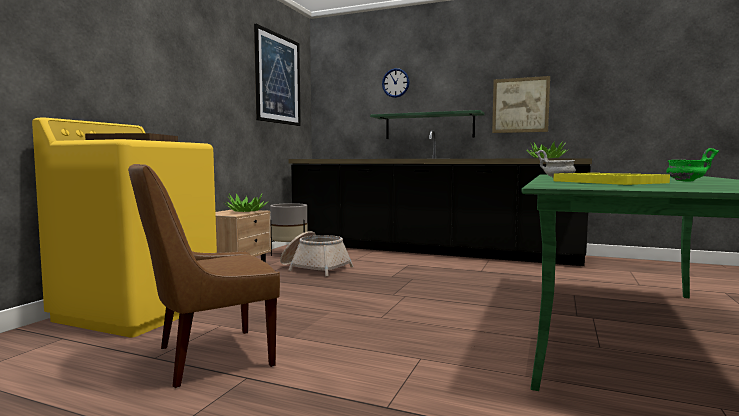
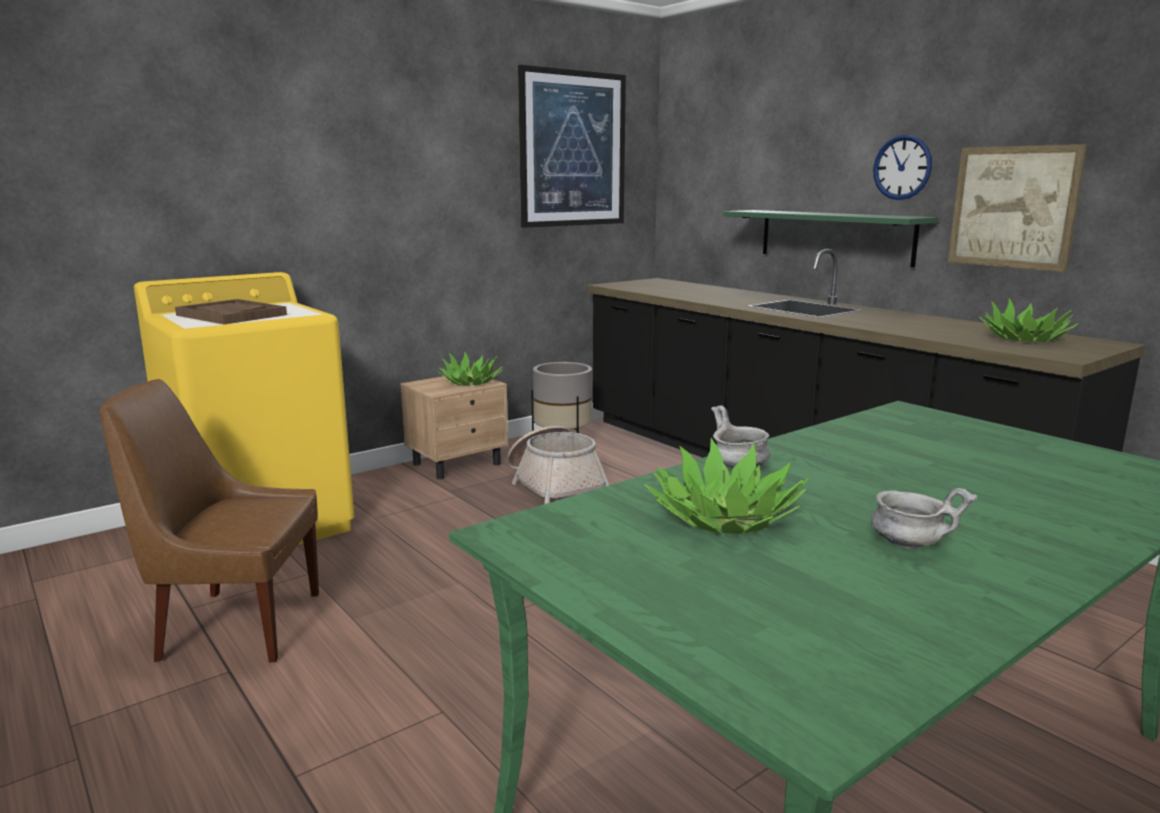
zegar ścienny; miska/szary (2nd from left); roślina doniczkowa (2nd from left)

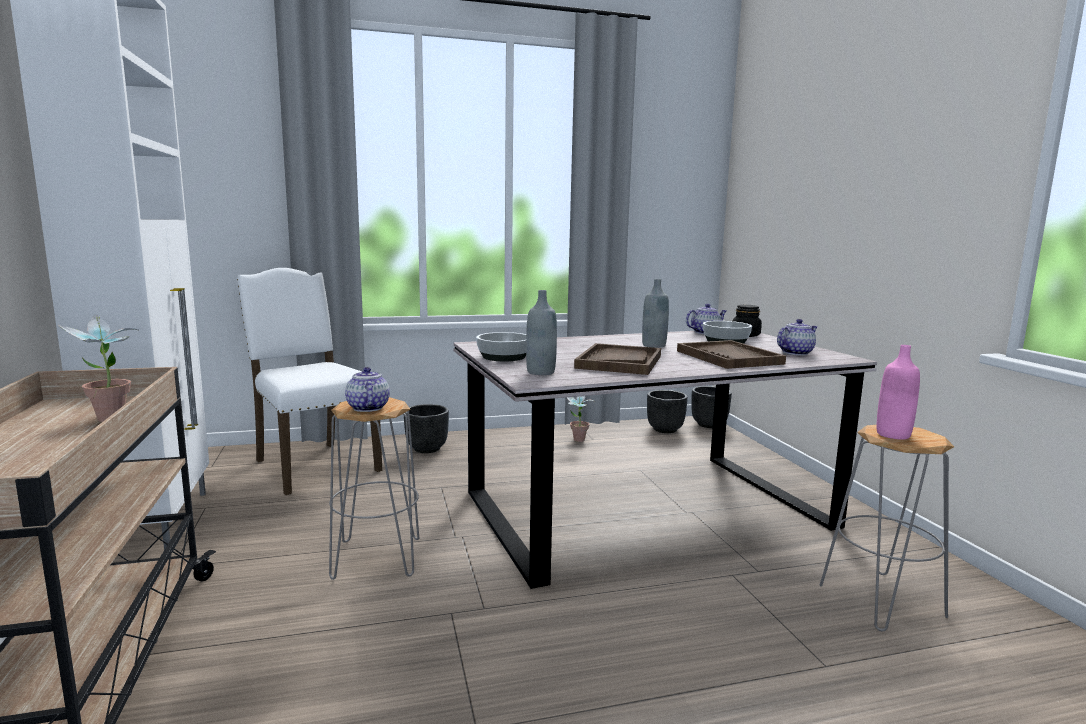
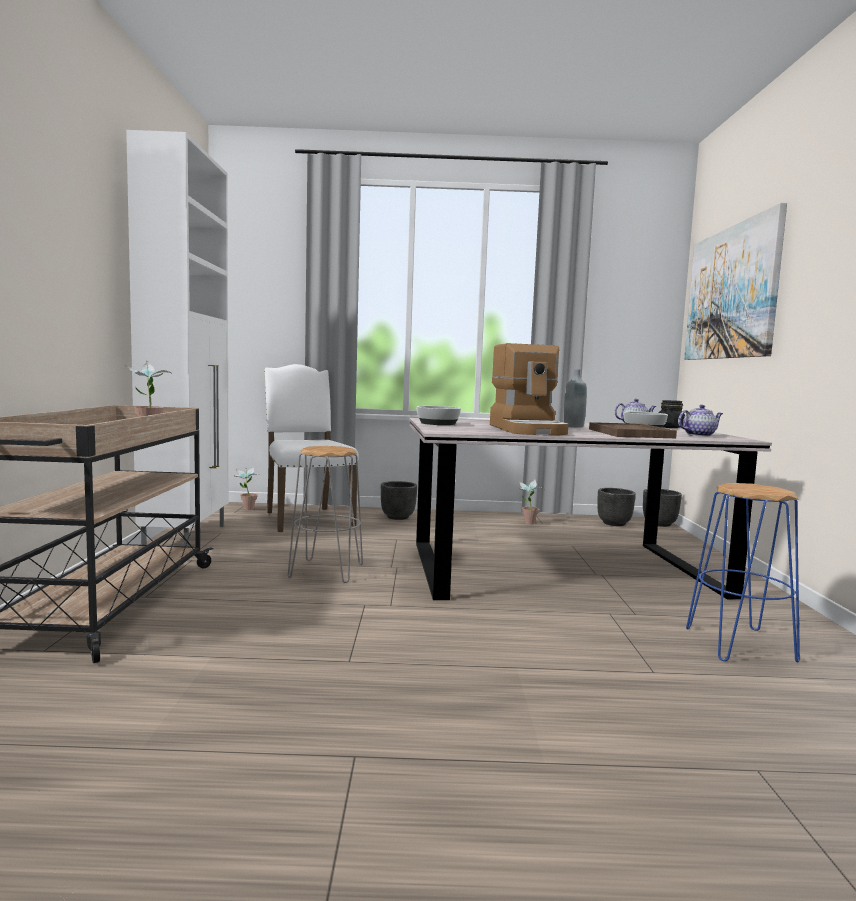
butelka/szary (1st from left in the first image); ekspres do kawy; butelka/różowy; imbryk (1st from left in the first image); stołek/niebieski; obraz; roślina doniczkowa (2nd from left)

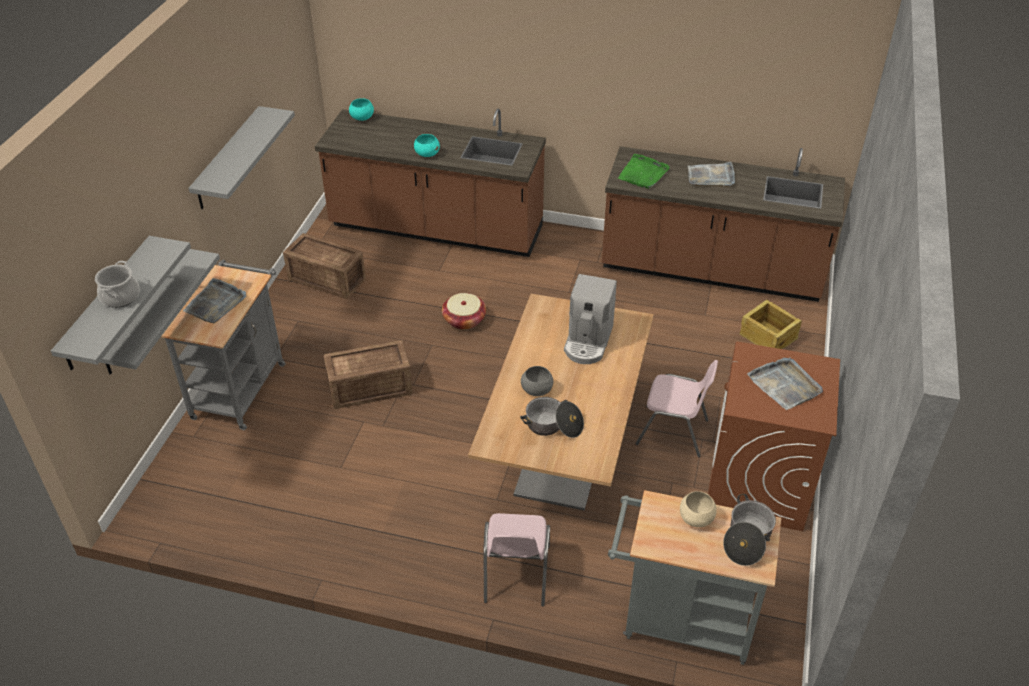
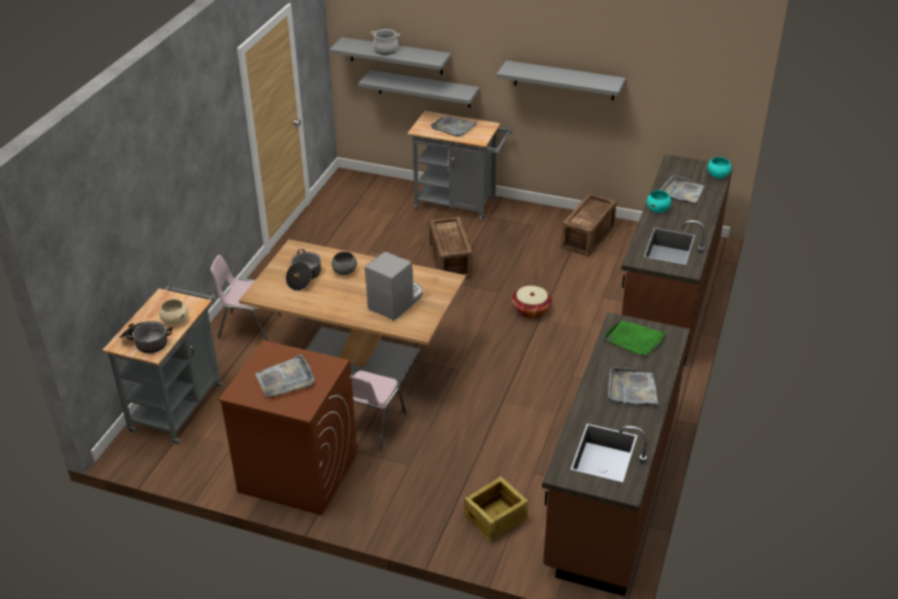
ekspres do kawy; taca/szary (4th from left)

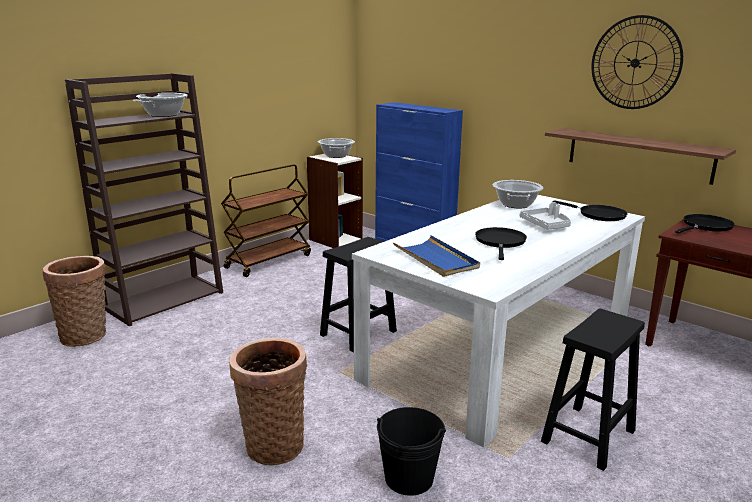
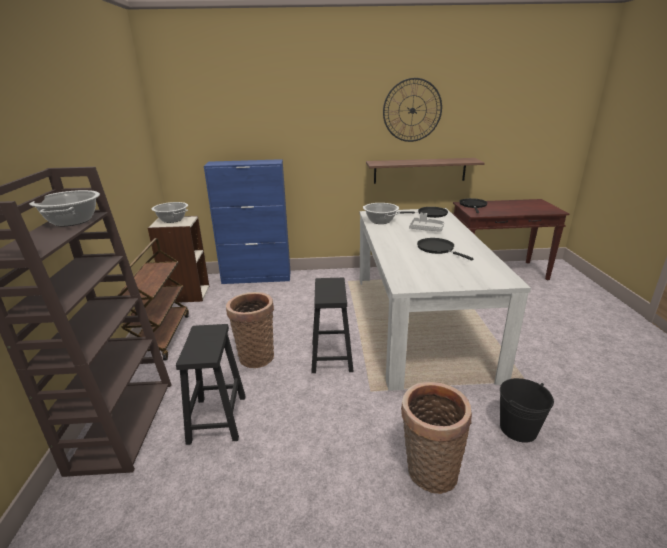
taca/niebieski; koszyk (1st from left); stołek/czarny (1st from left)

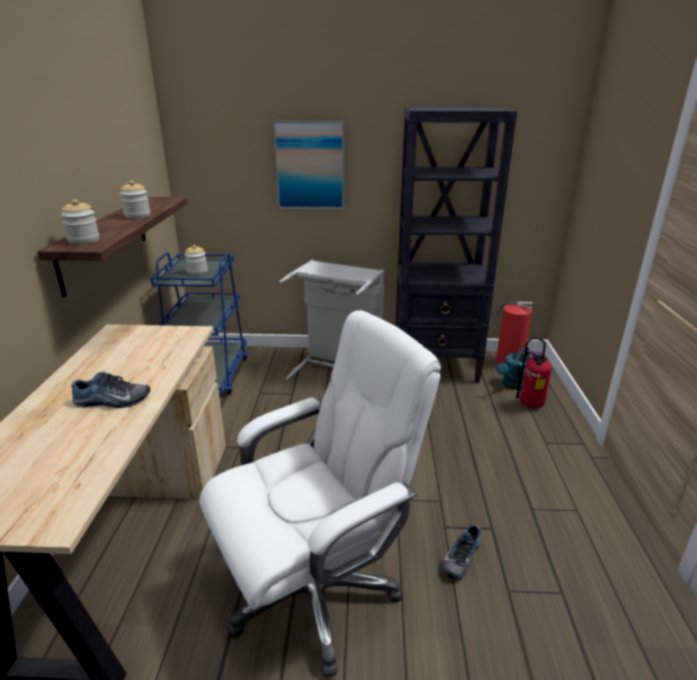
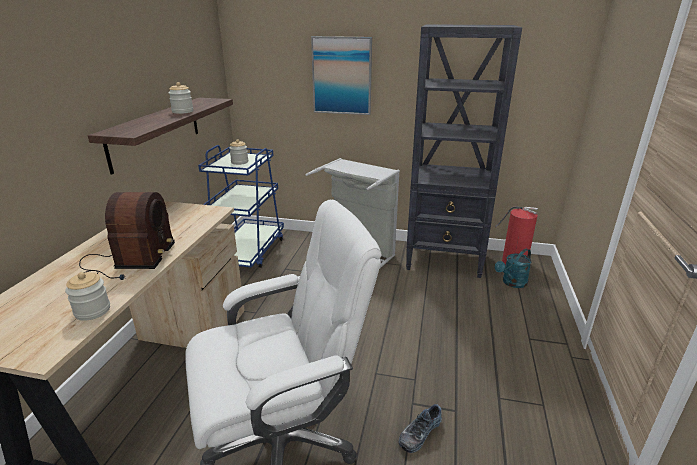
słoik (1st from left); gaśnica (2nd from left in the first image); radio

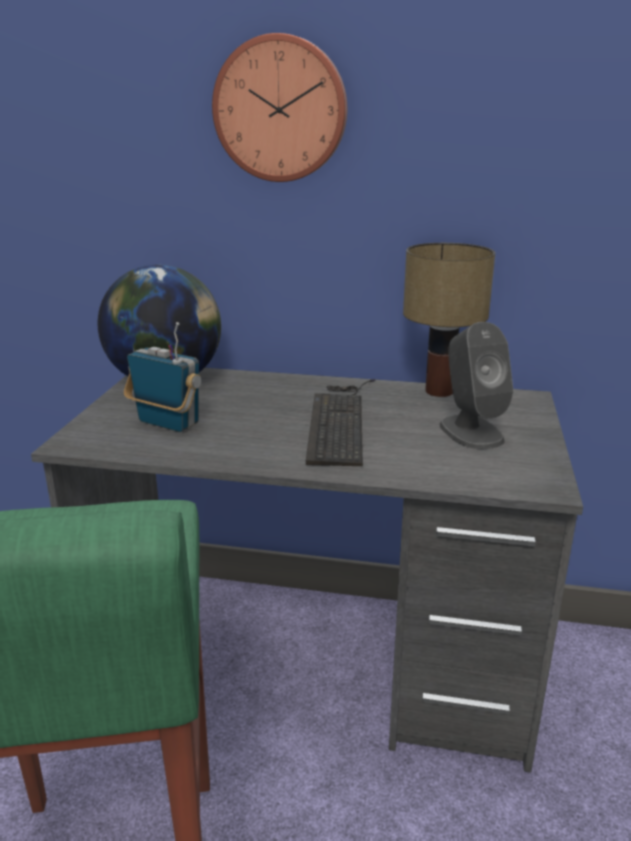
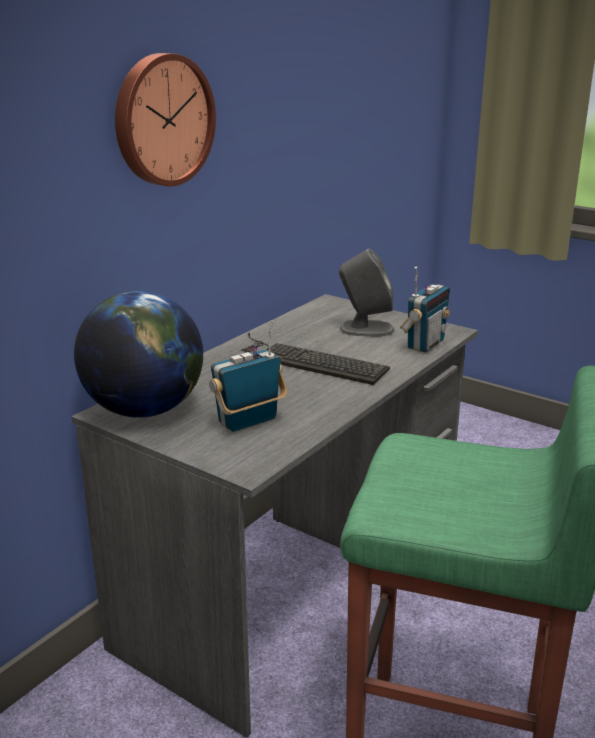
lampa stołowa; radio (2nd from left)

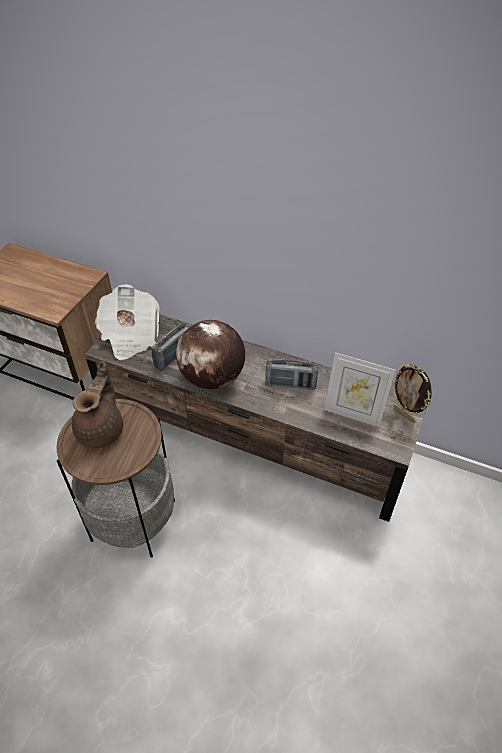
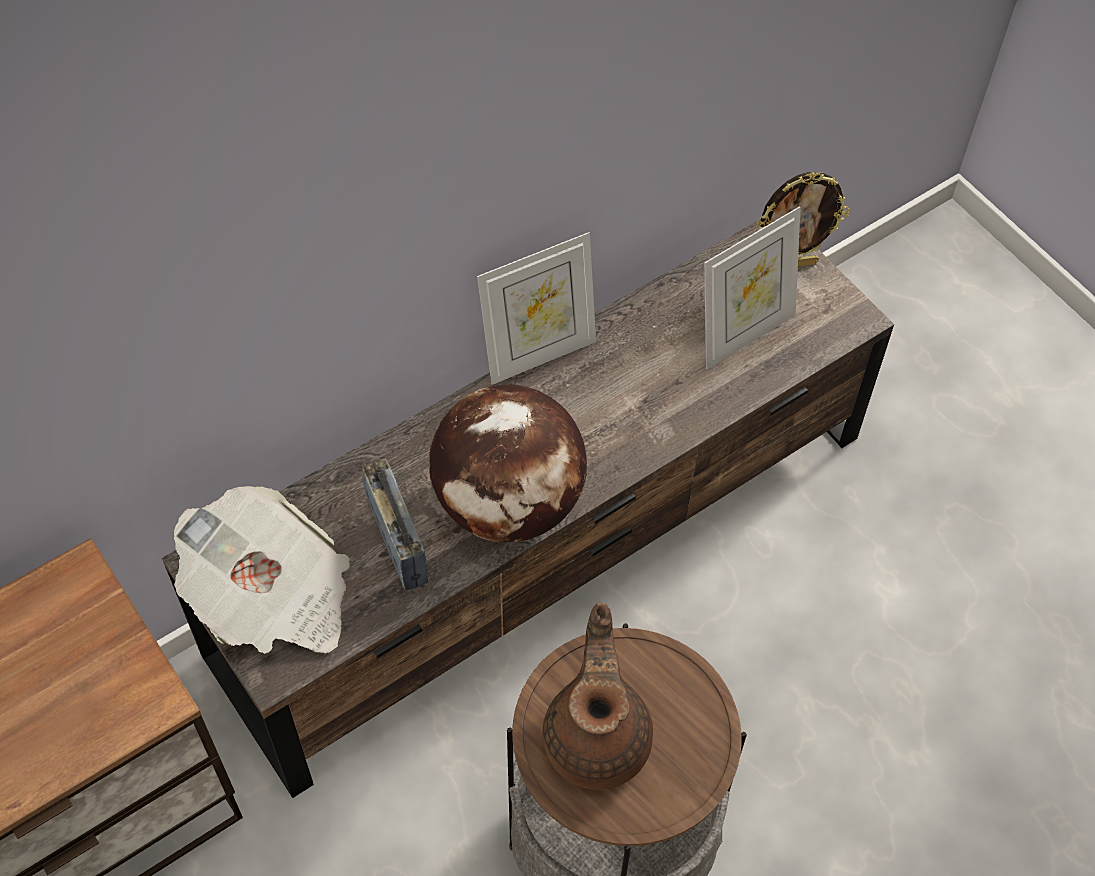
radio (2nd from left in the first image); imbryk/brązowy; ramka na zdjęcie (1st from left)

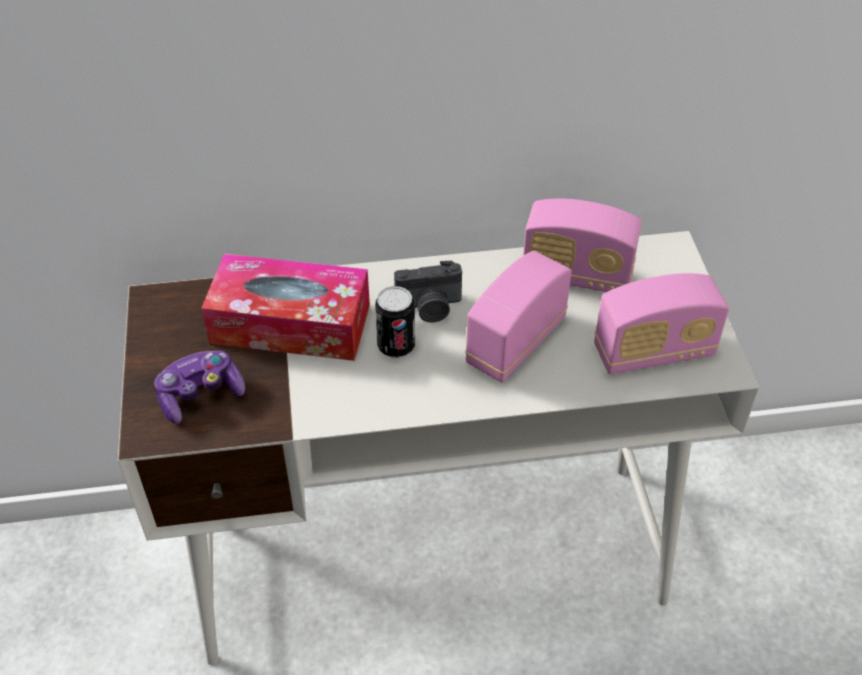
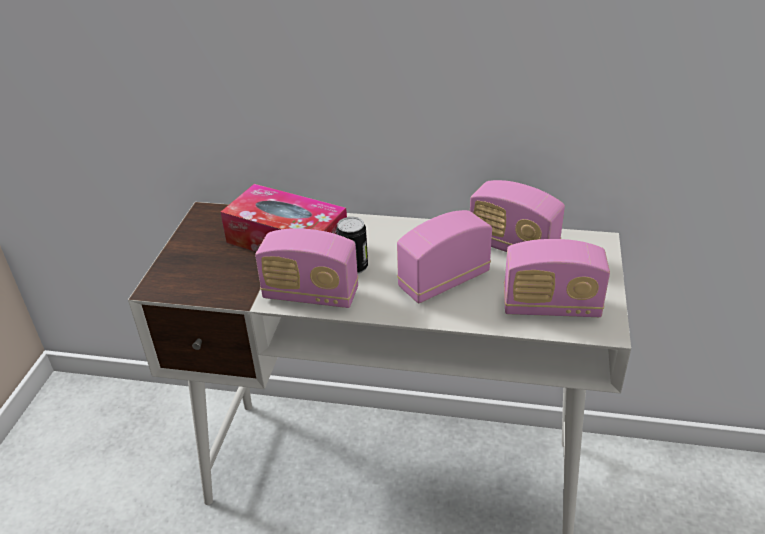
aparat fotograficzny; pad do gier; radio (1st from left)

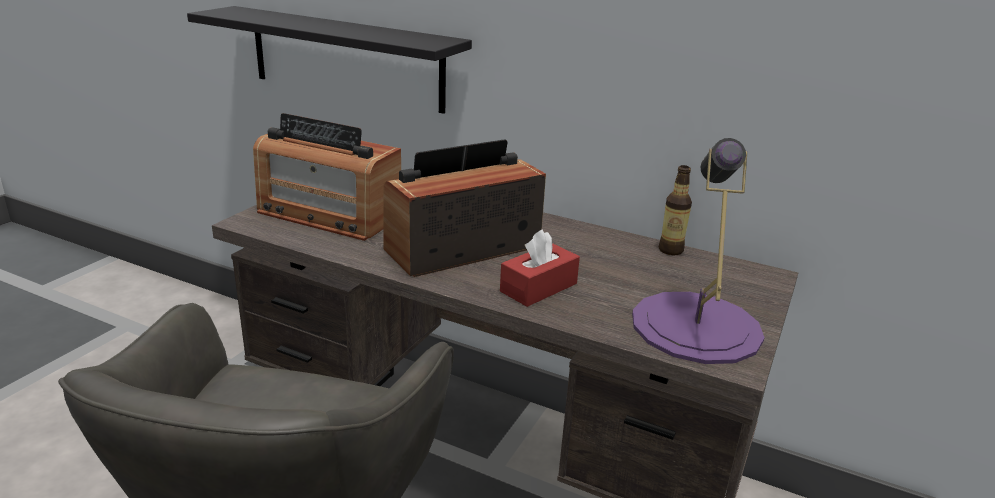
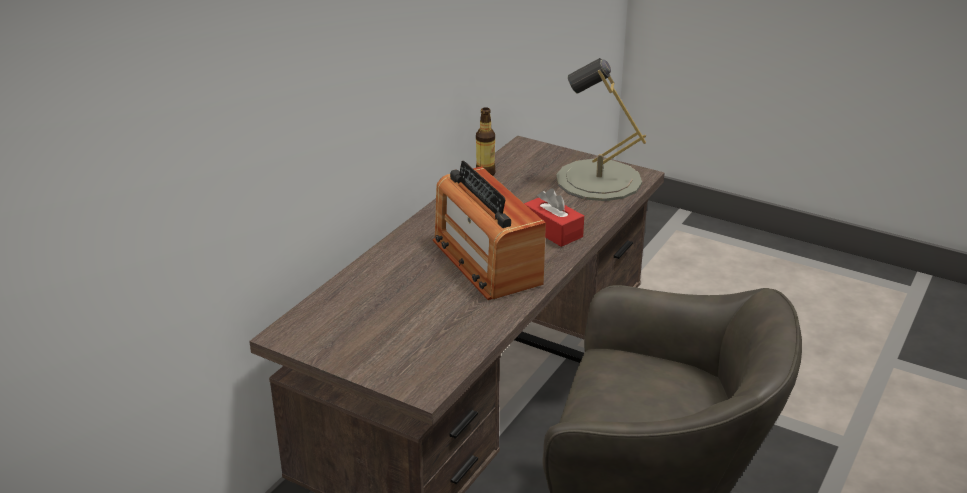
półka/czarny; radio (1st from left in the first image); lampa stołowa/szary

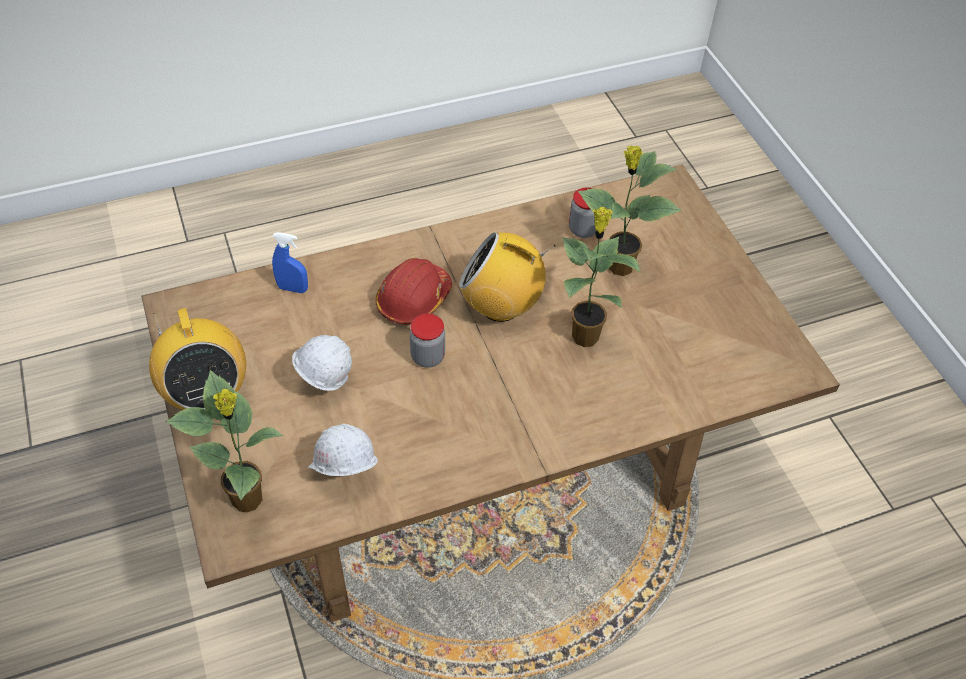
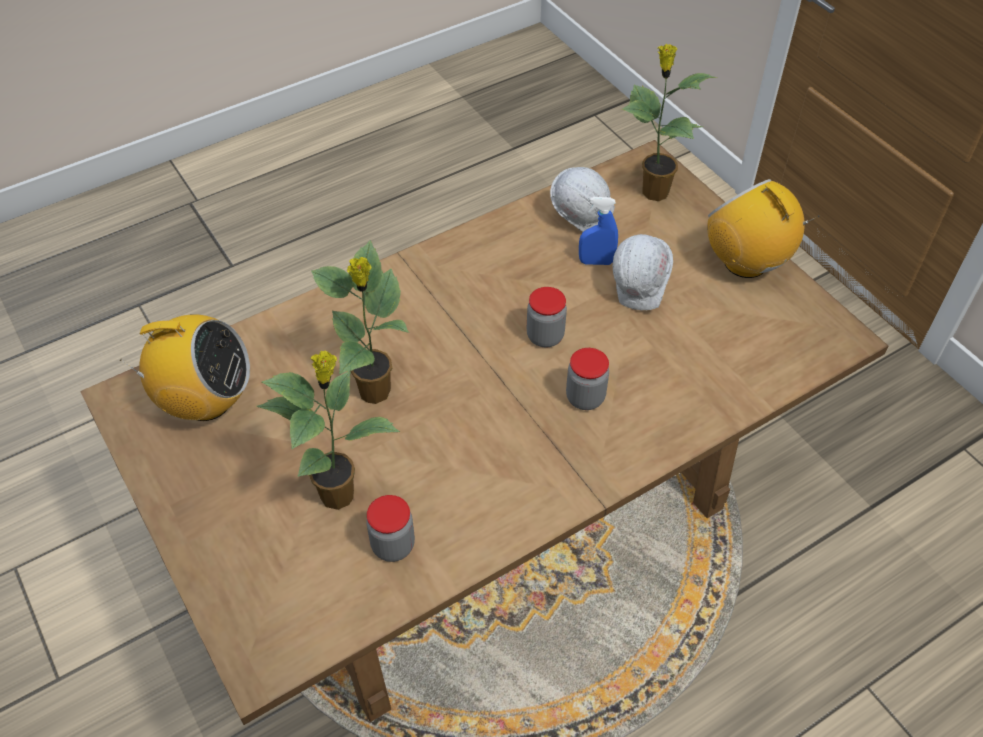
spryskiwacz/niebieski; radio (1st from left); słoik (3rd from left)

